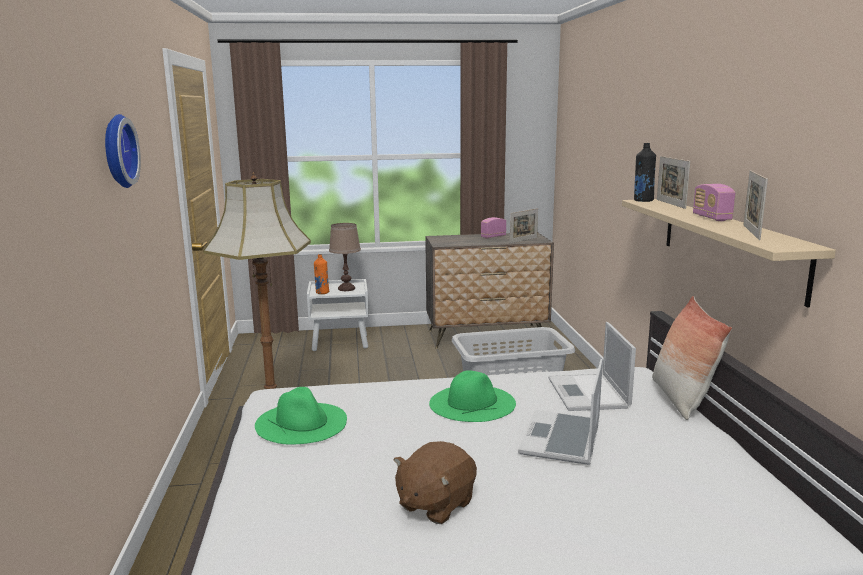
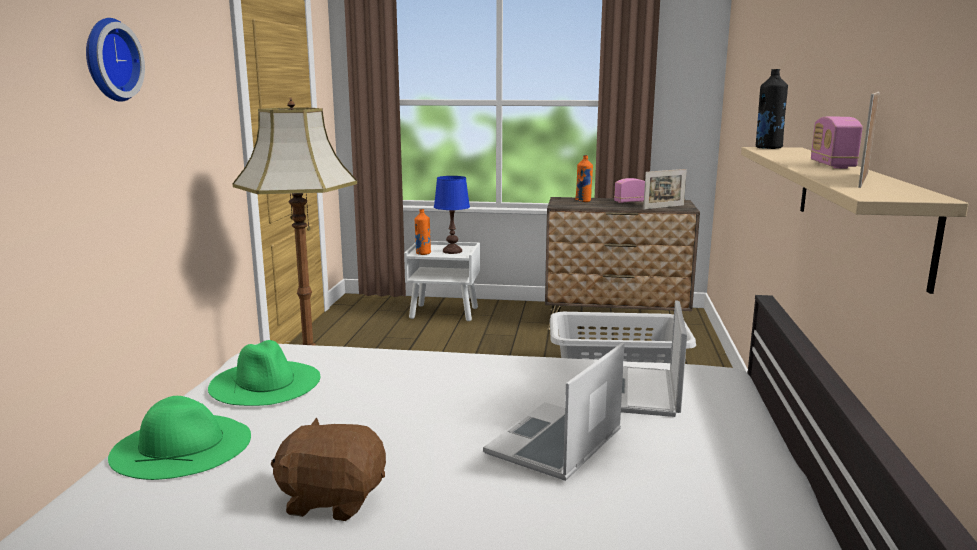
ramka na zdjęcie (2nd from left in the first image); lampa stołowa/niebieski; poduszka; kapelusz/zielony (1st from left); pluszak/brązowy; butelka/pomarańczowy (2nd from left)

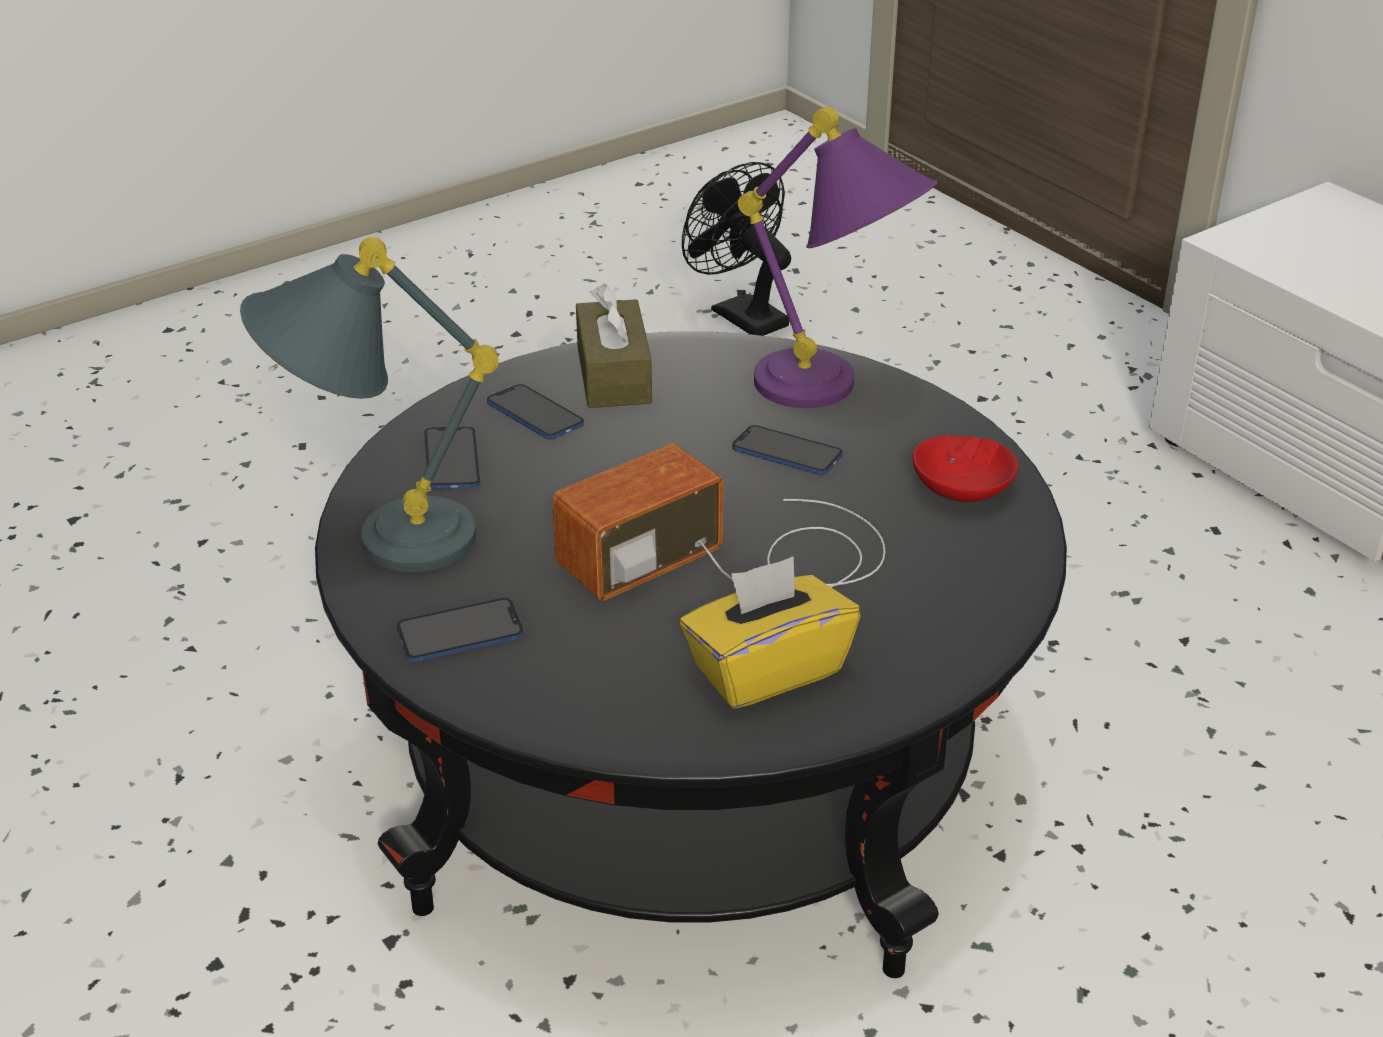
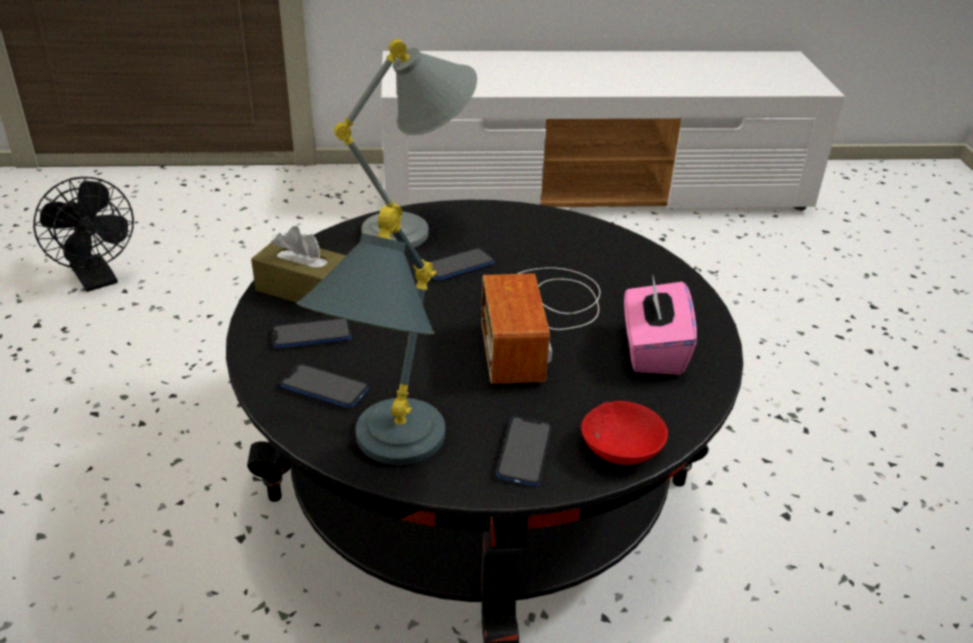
lampa stołowa/szary (2nd from left); wentylator/czarny; miska/czerwony; pudełko chusteczek/różowy

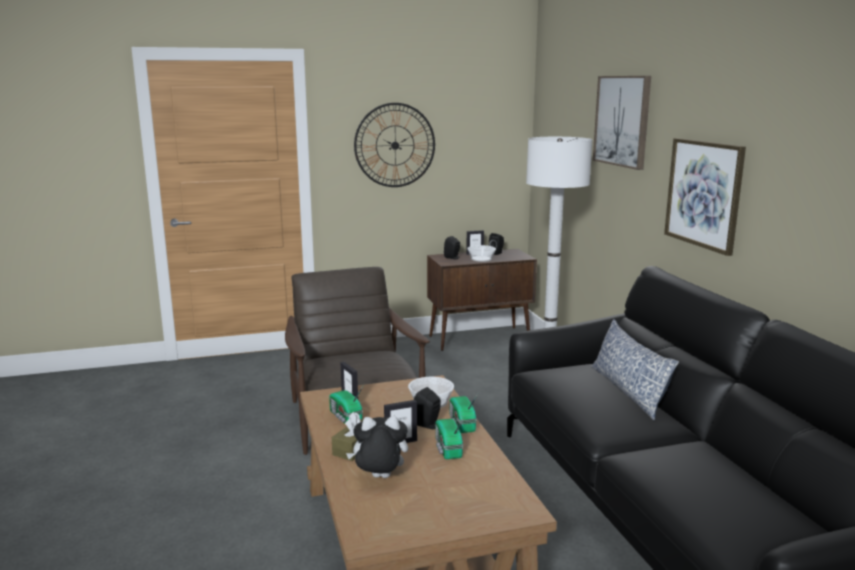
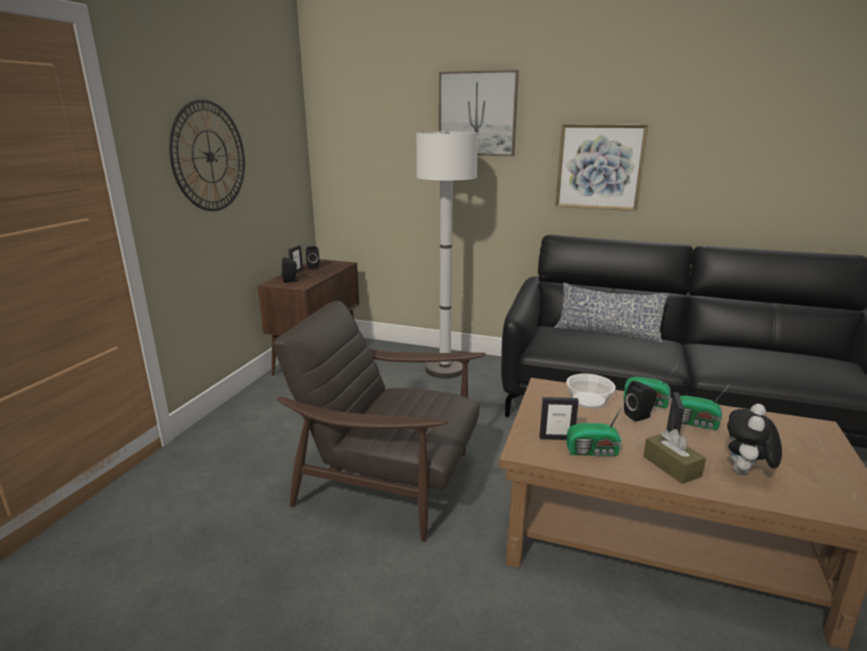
miska (2nd from left in the first image)

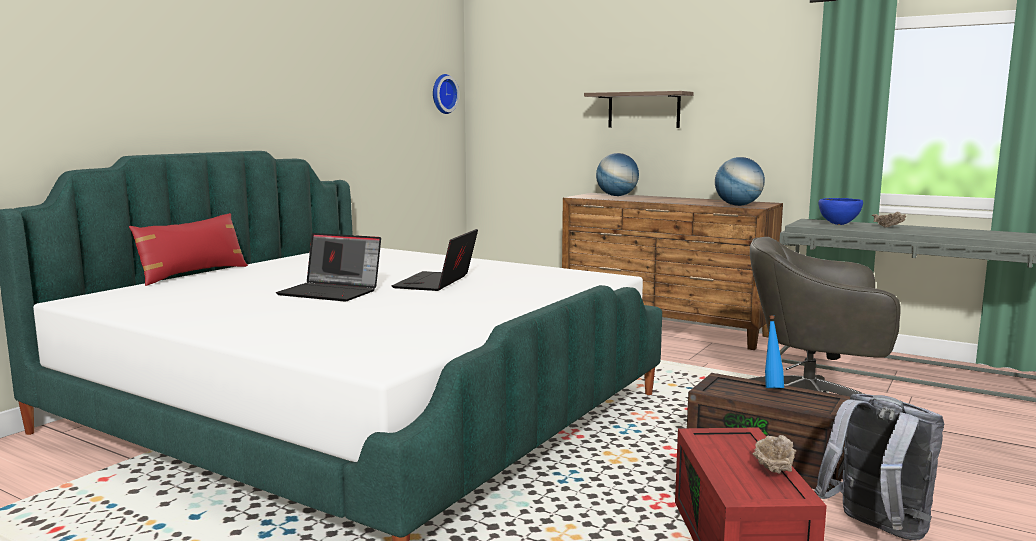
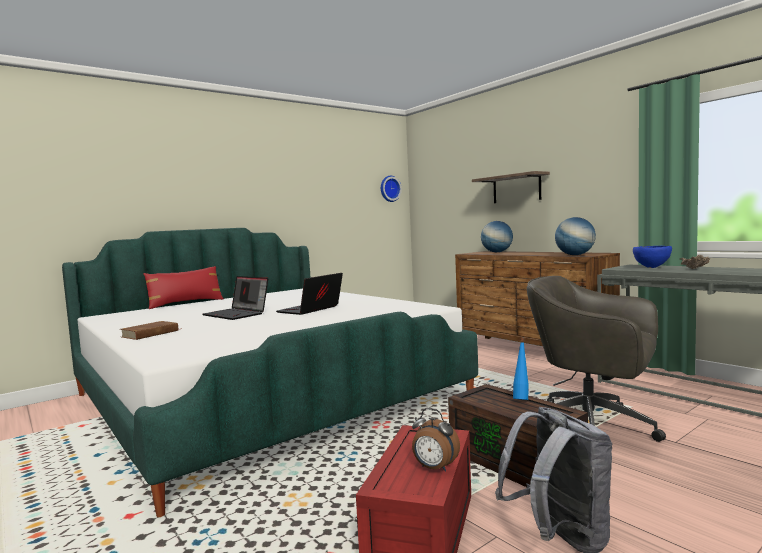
budzik; książka/brązowy

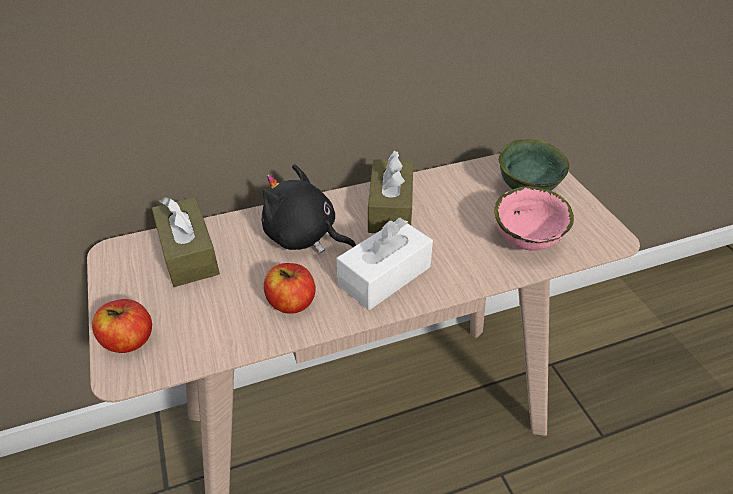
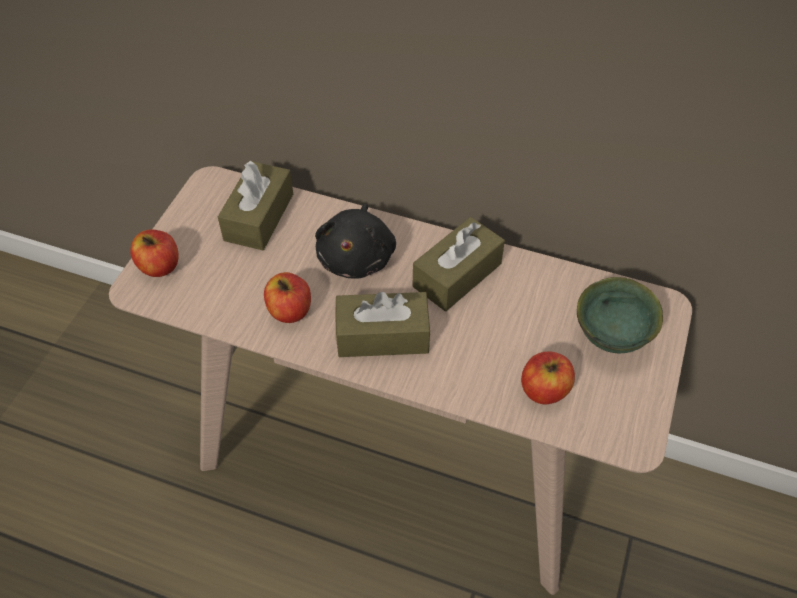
pluszak/czarny; jabłko (3rd from left); pudełko chusteczek/brązowy (2nd from left)

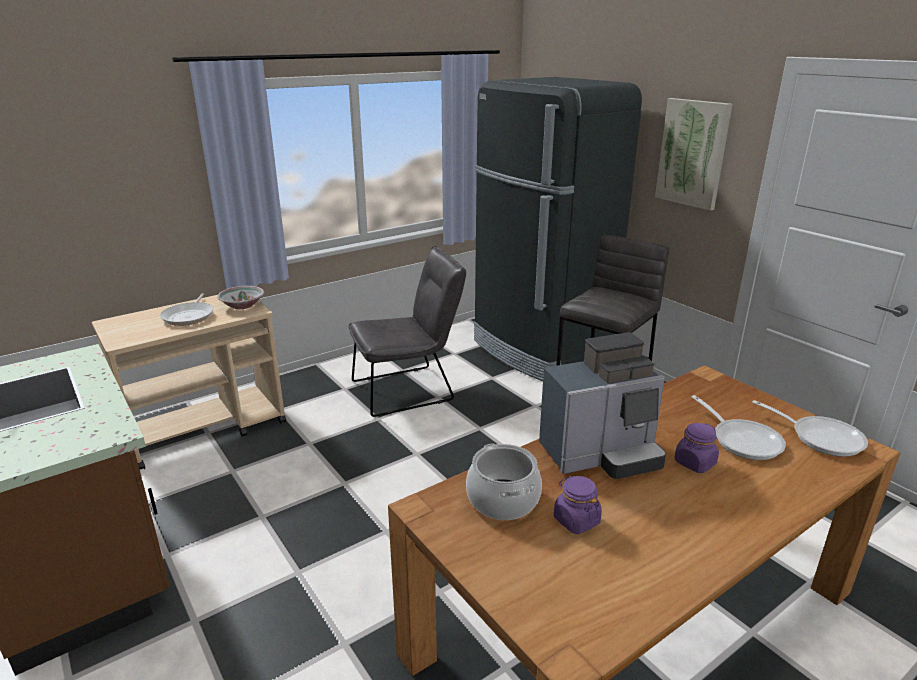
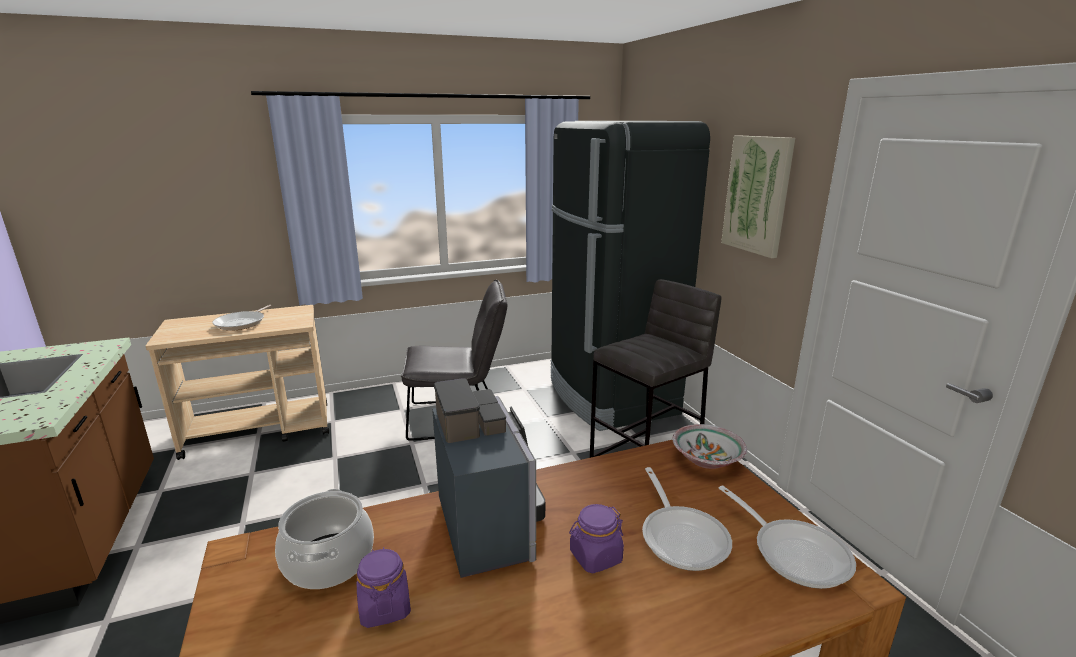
miska; ekspres do kawy

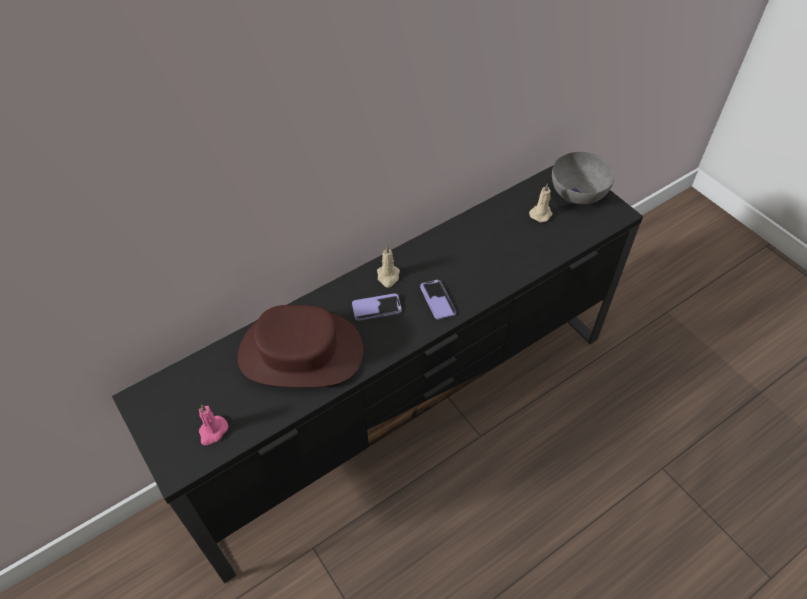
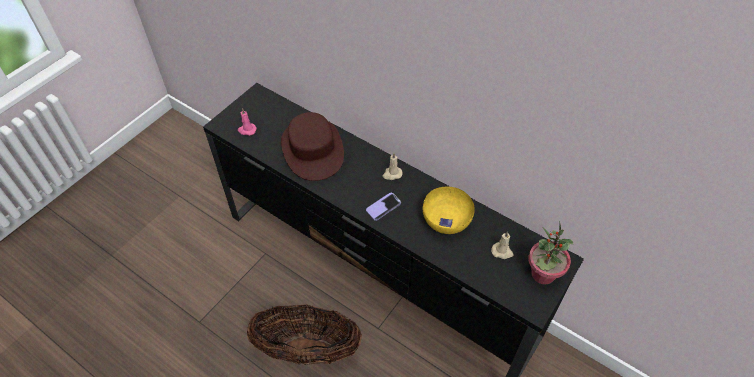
roślina doniczkowa; telefon (1st from left in the first image); miska/żółty; koszyk

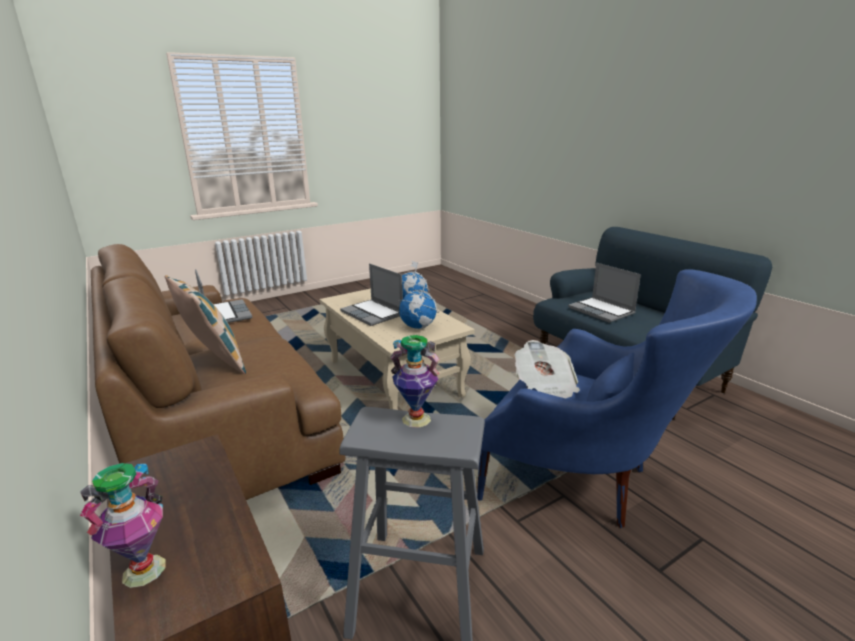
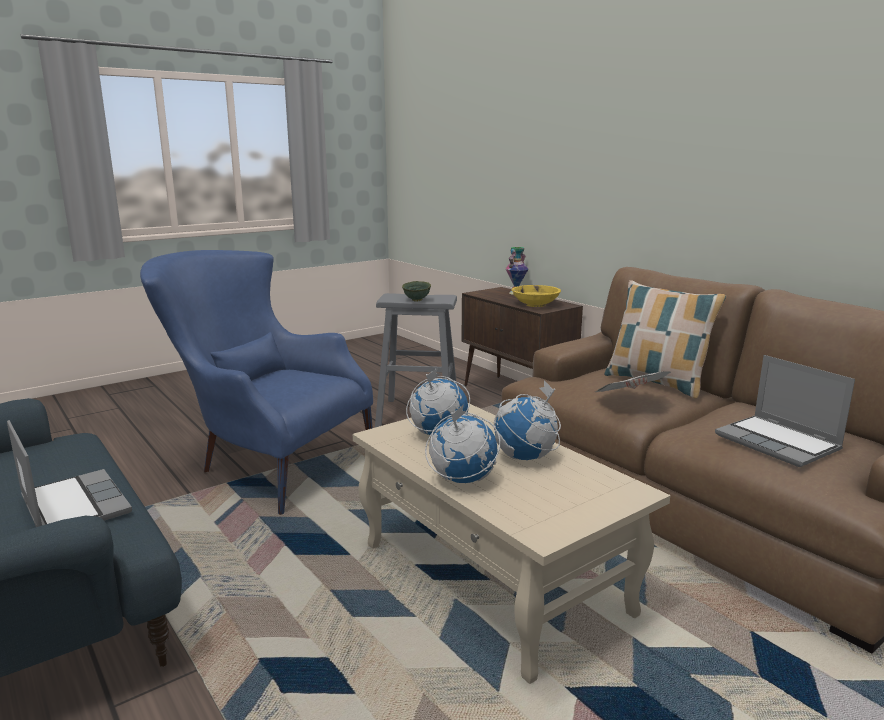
globus (3rd from left); miska/zielony; gazeta; miska/żółty

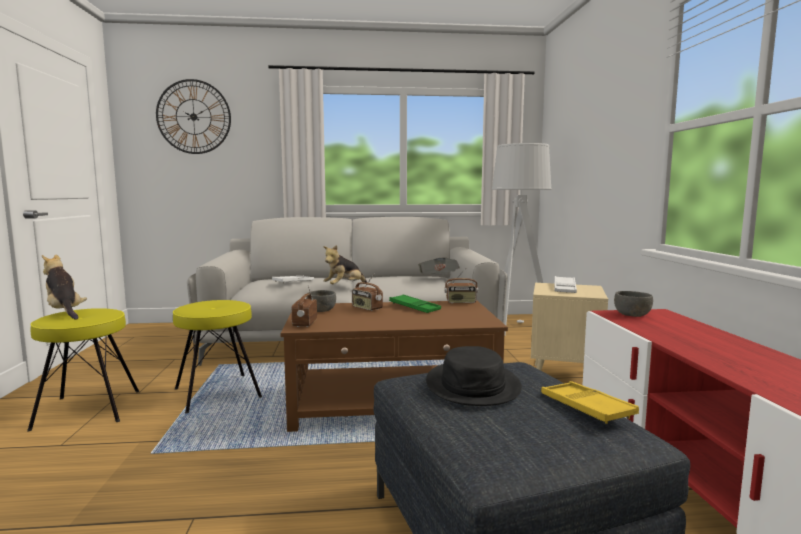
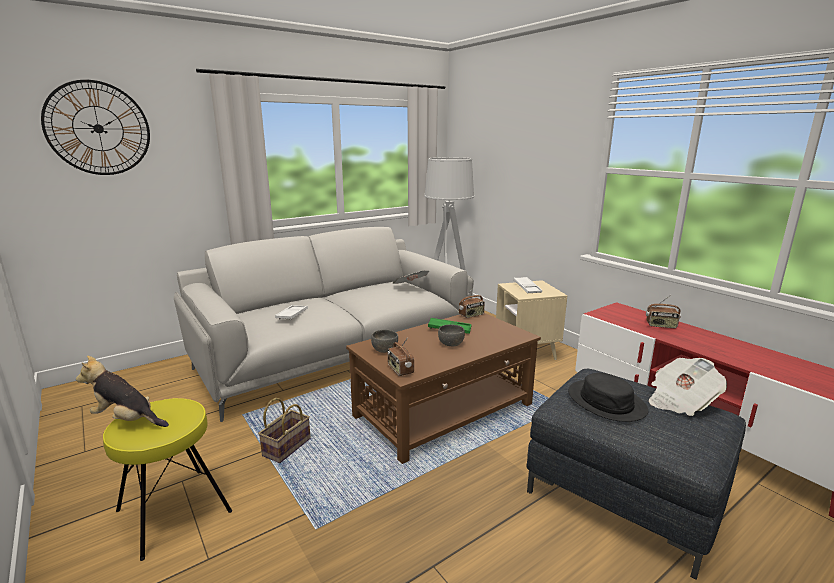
pluszak (2nd from left in the first image); radio (3rd from left); miska/szary (2nd from left); koszyk; gazeta (2nd from left)

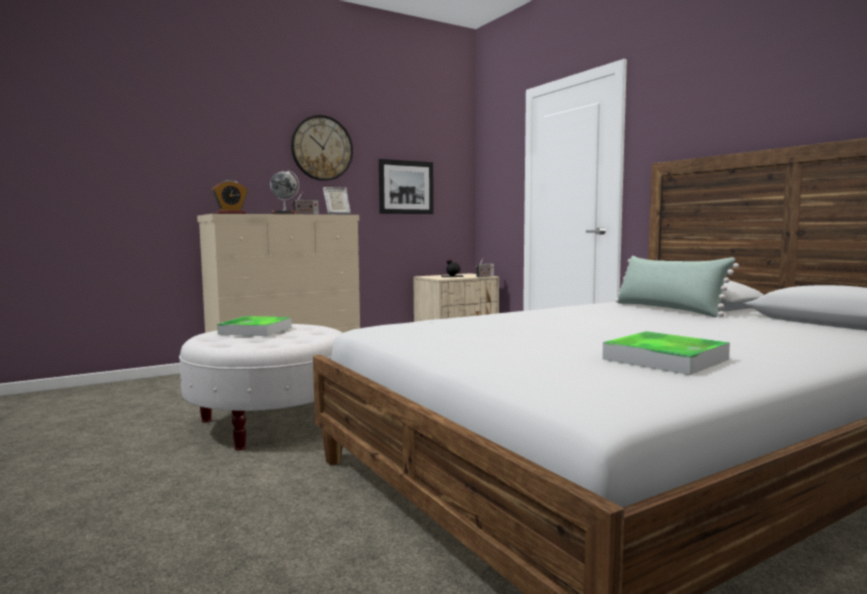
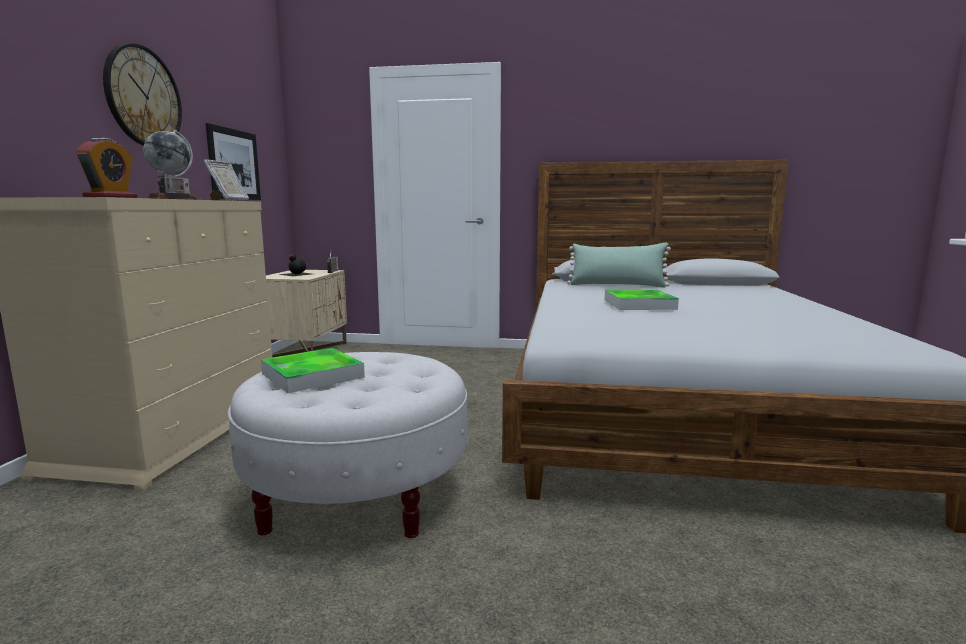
taca (2nd from left)

